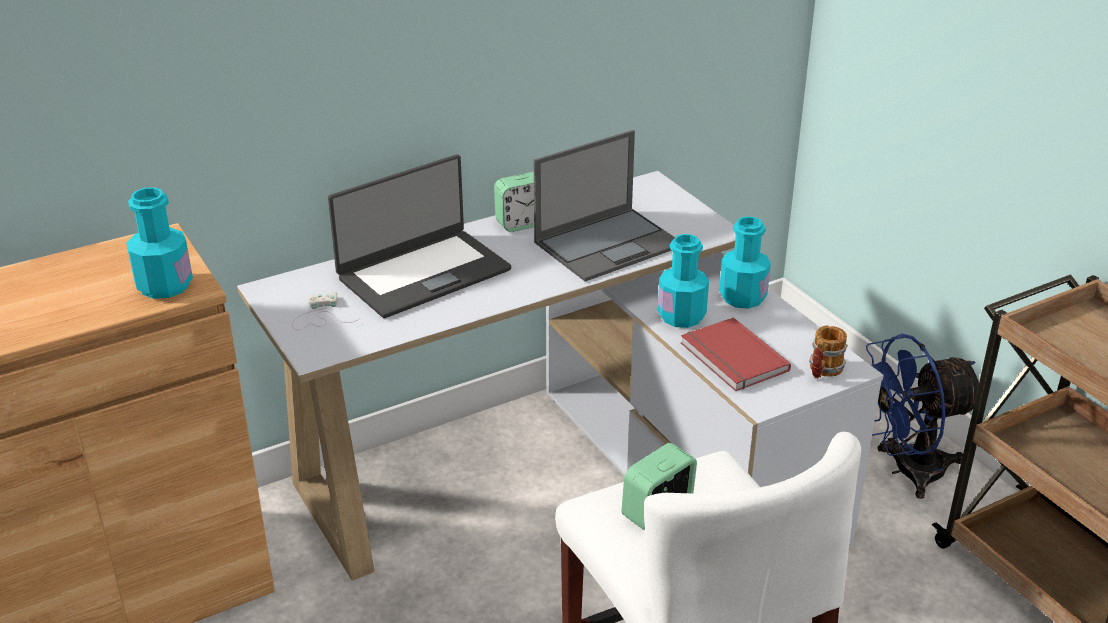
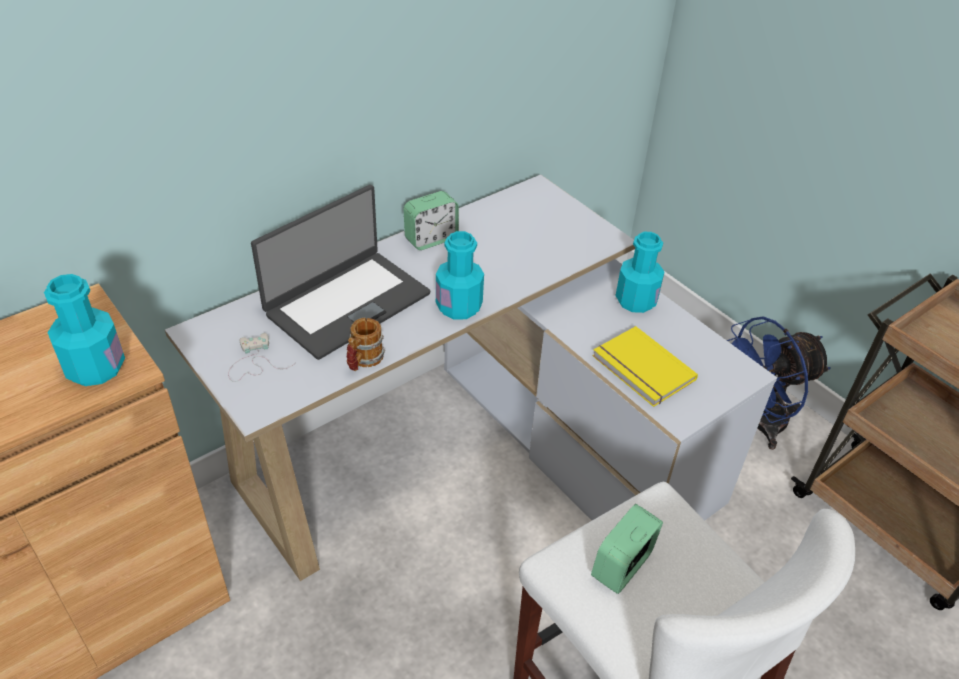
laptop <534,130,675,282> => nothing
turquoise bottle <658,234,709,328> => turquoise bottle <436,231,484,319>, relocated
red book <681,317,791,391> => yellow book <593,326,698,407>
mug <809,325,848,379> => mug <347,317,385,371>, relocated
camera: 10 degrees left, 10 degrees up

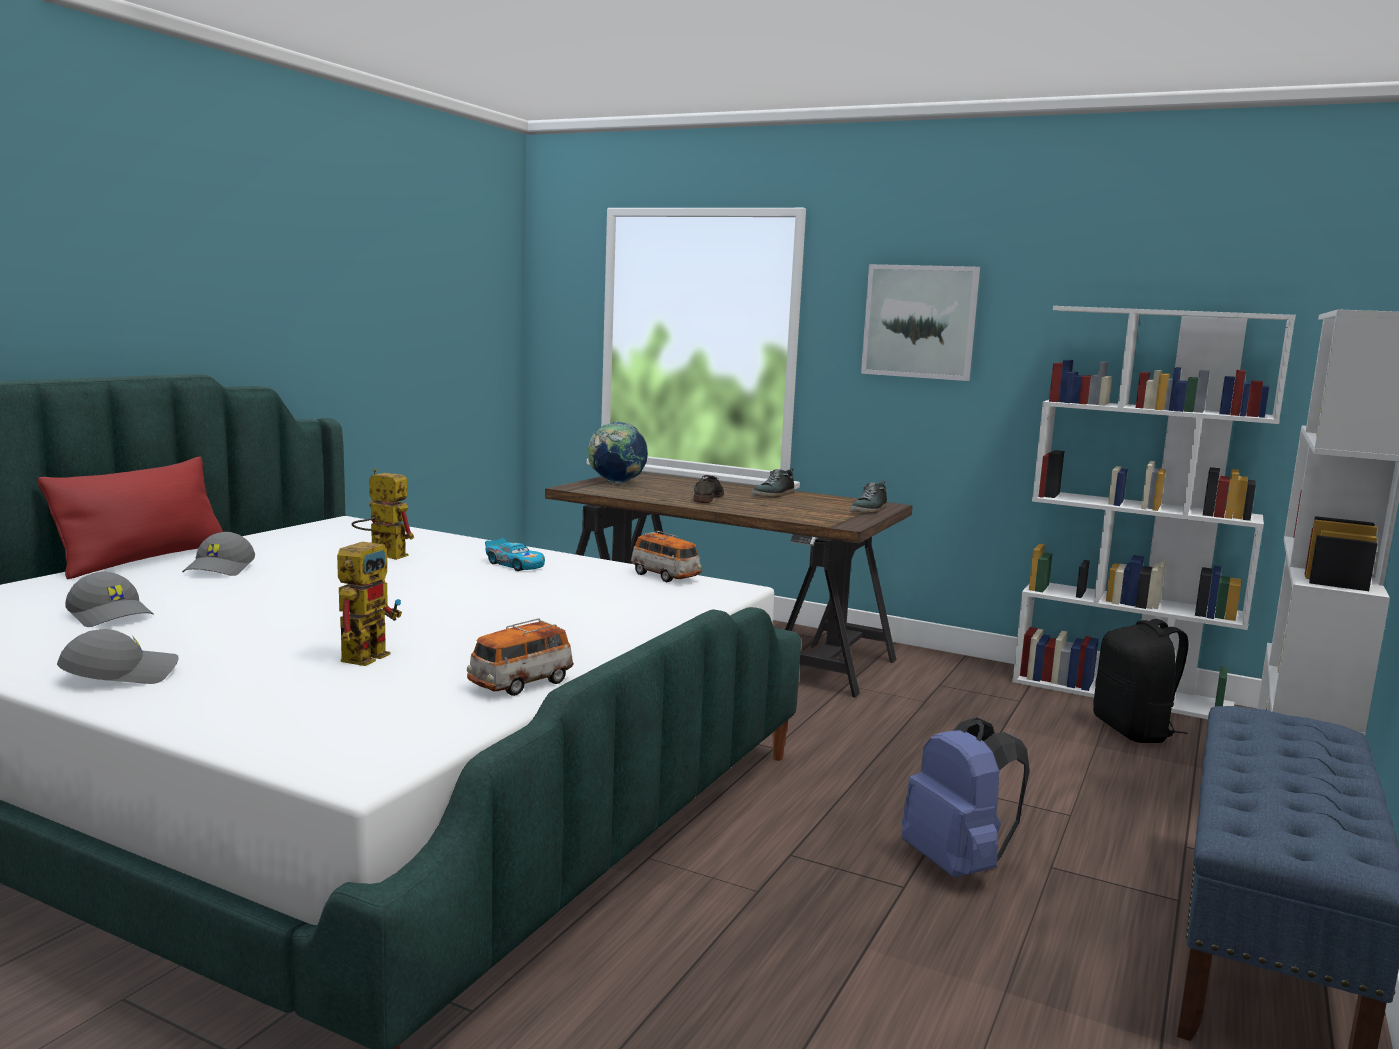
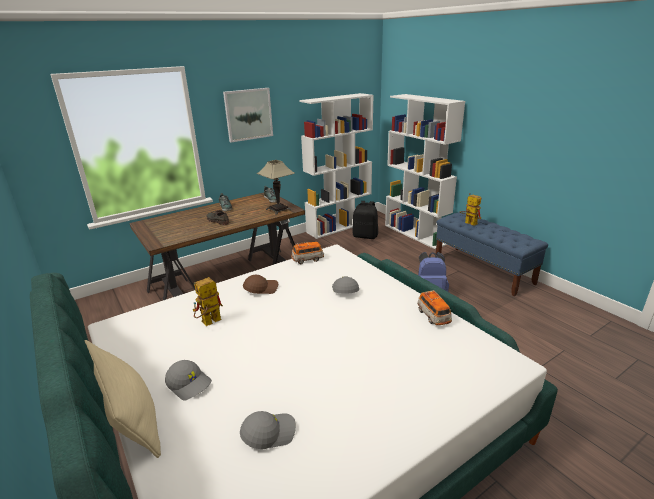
globe <588,421,648,484> => nothing
red pillow <37,457,223,579> => beige pillow <84,340,161,458>
toy robot <337,535,402,666> => toy robot <460,193,481,226>, relocated
toy car <485,538,545,571> => brown cap <243,275,278,294>
grey cap <57,629,179,684> => grey cap <332,277,359,294>, relocated
nothing => table lamp <257,160,295,215>
camera: 60 degrees left, 15 degrees up

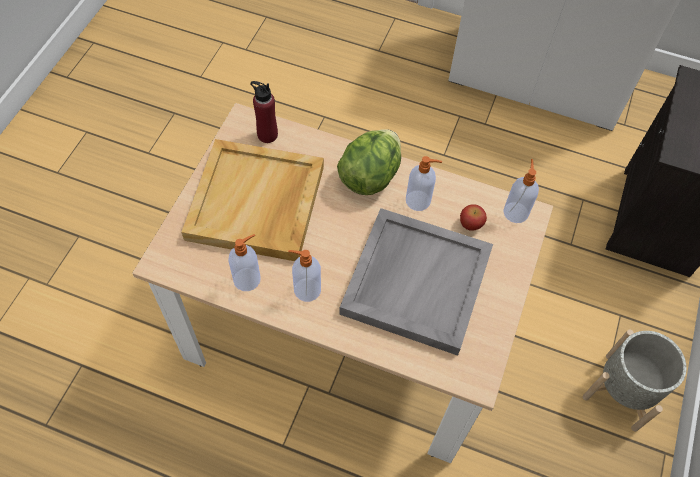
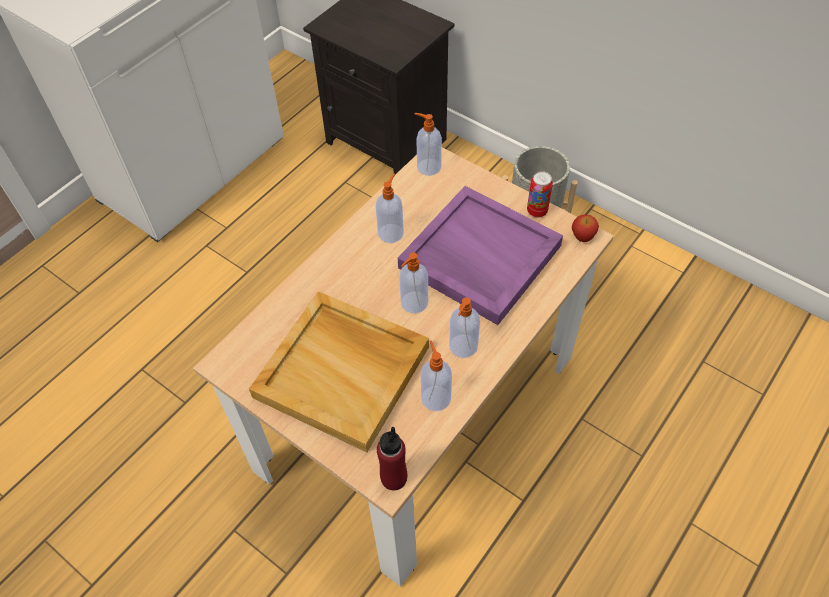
red bottle <250,81,278,143> => red bottle <377,427,407,490>, relocated
lettuce <337,129,401,195> => nothing
apple <460,204,487,231> => apple <572,215,599,242>, relocated
grey tray <339,208,493,356> => purple tray <398,186,563,325>
nothing => can <527,171,553,218>
nothing => soap dispenser <399,252,428,314>
camera: 70 degrees left, 5 degrees down

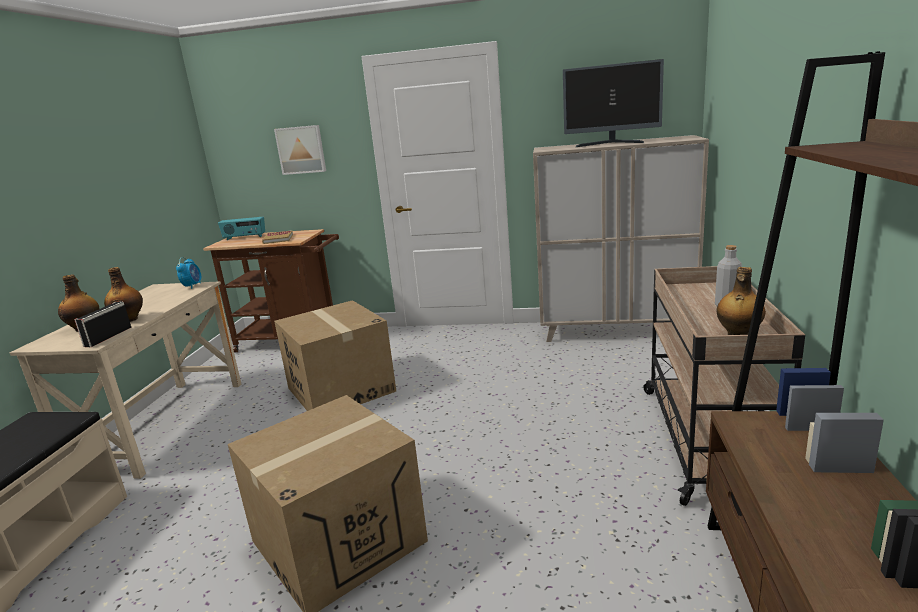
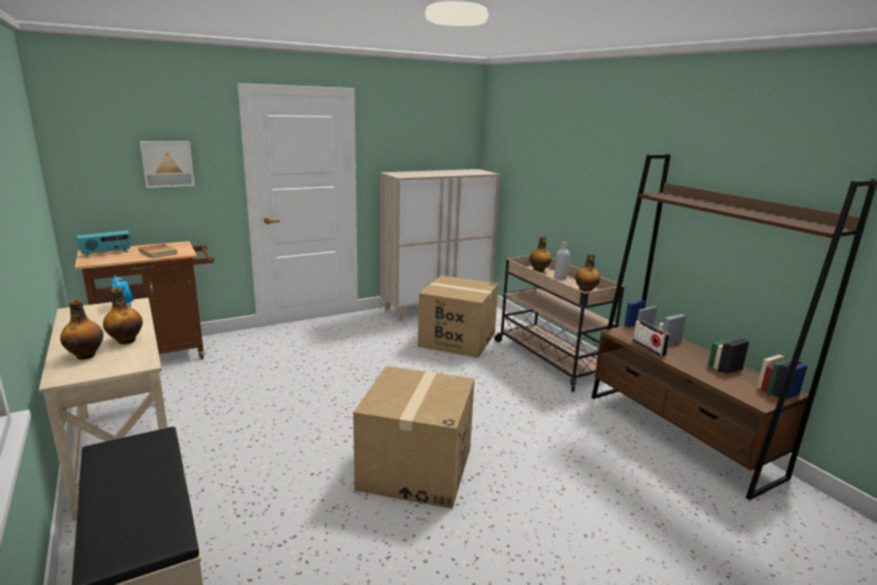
monitor <563,59,664,147> => nothing
cardboard box <274,300,396,411> => cardboard box <418,275,498,358>, relocated
radio <74,302,131,347> => radio <633,320,670,356>, relocated
nothing => bottle <529,236,552,272>
camera: 40 degrees left, 0 degrees up

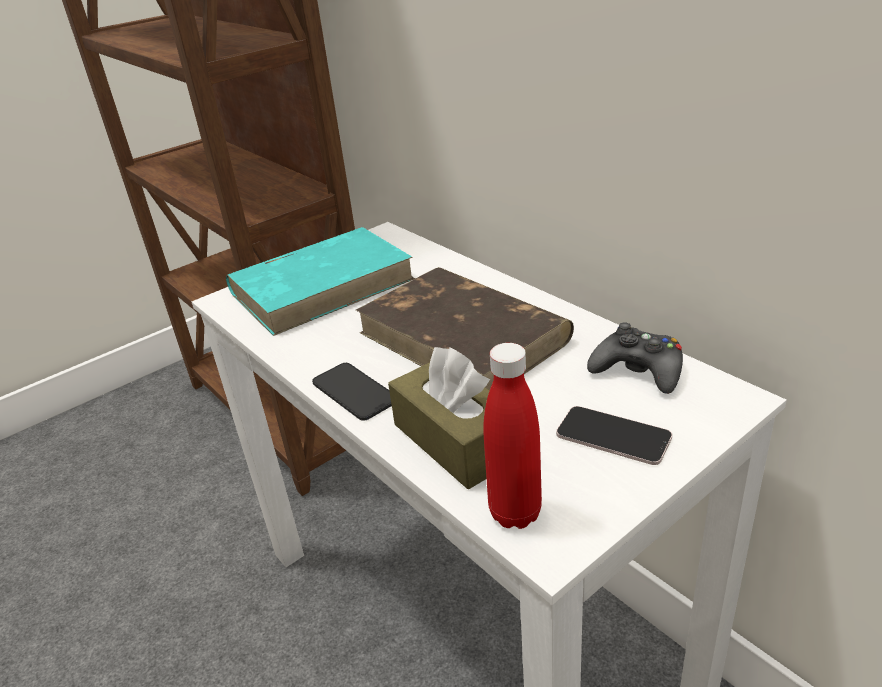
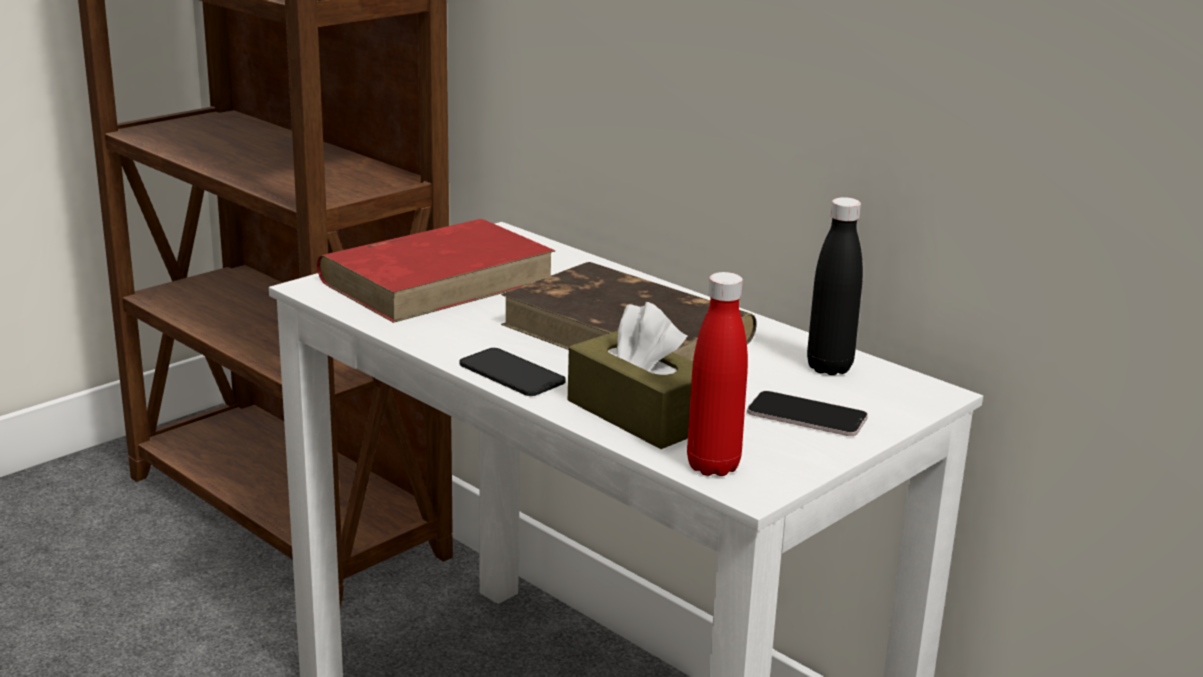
turquoise book <226,227,415,336> => red book <317,219,555,323>
black game controller <587,323,683,394> => black bottle <807,197,863,375>
camera: 10 degrees left, 10 degrees down

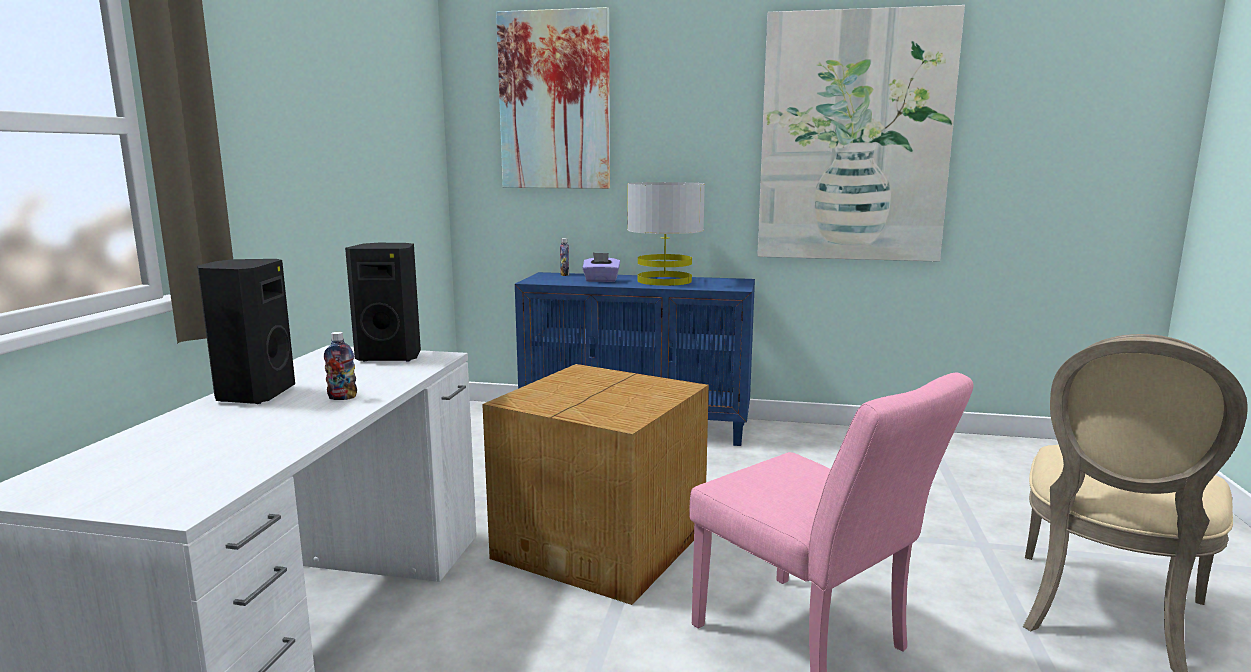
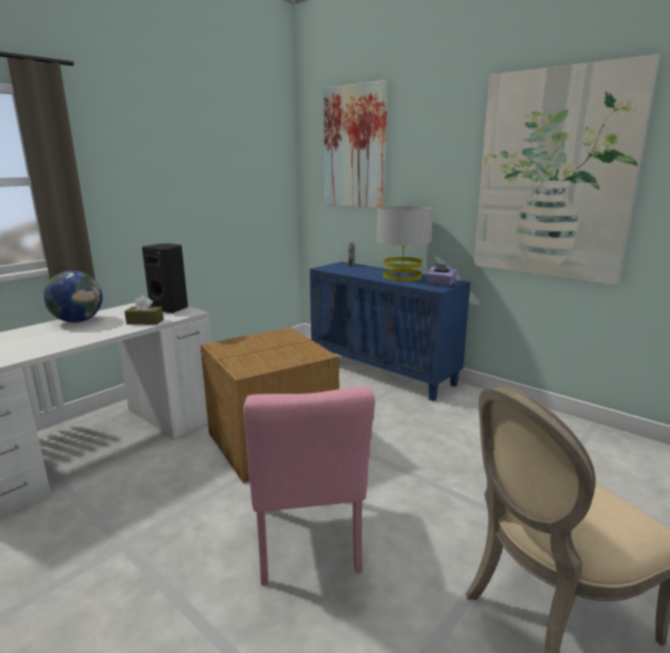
purple tissue box <582,253,620,282> => purple tissue box <426,263,458,286>, relocated
black speaker <197,259,295,404> => globe <44,271,103,323>
bottle <324,332,357,400> => nothing
nothing => brown tissue box <124,296,164,325>
camera: 30 degrees right, 5 degrees up

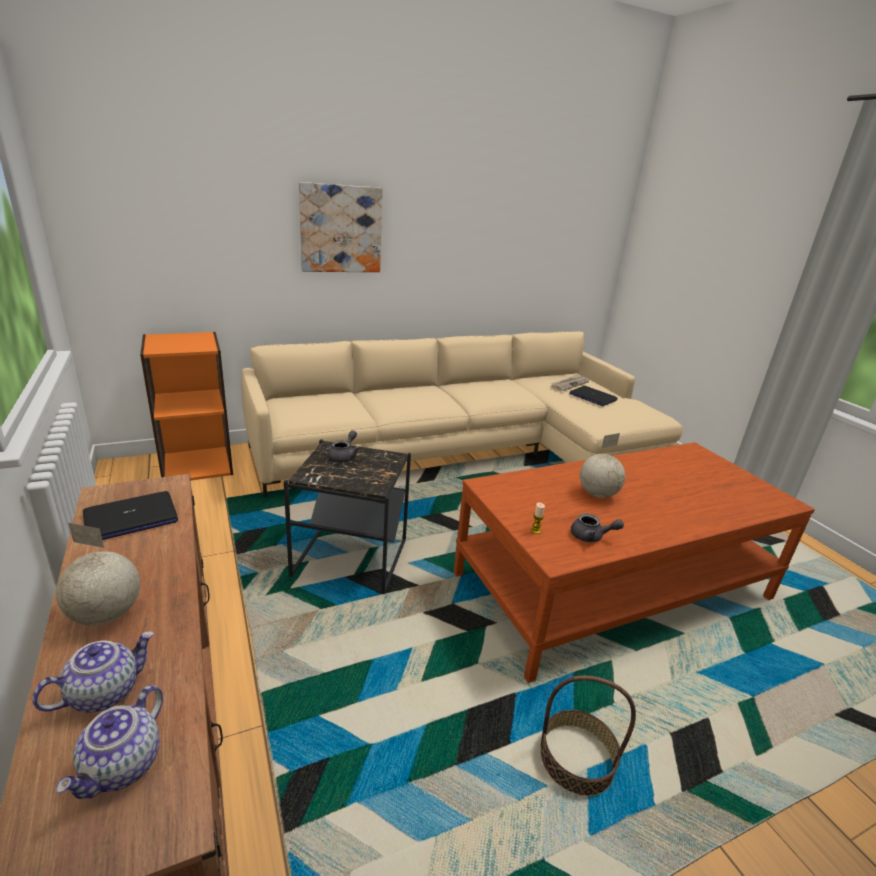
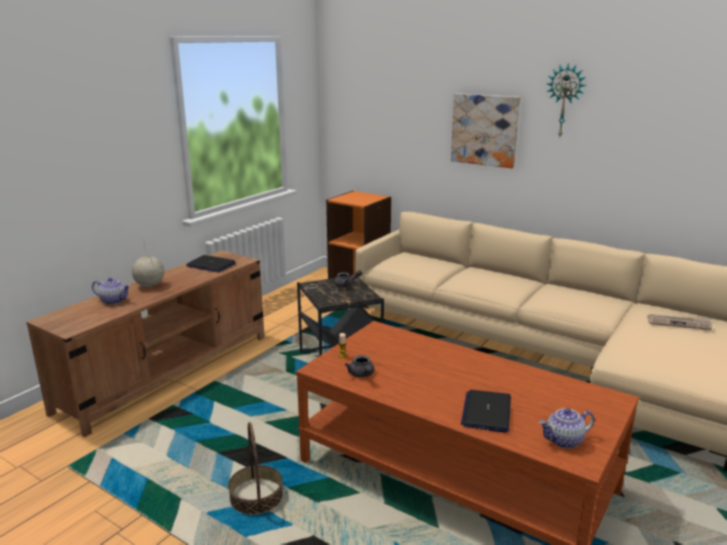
laptop <569,386,617,406> => laptop <461,390,511,432>, relocated
globe <580,433,625,498> => nothing
teapot <56,685,163,799> => teapot <539,408,594,448>, relocated
nothing => wall clock <546,63,587,136>
camera: 60 degrees right, 5 degrees down

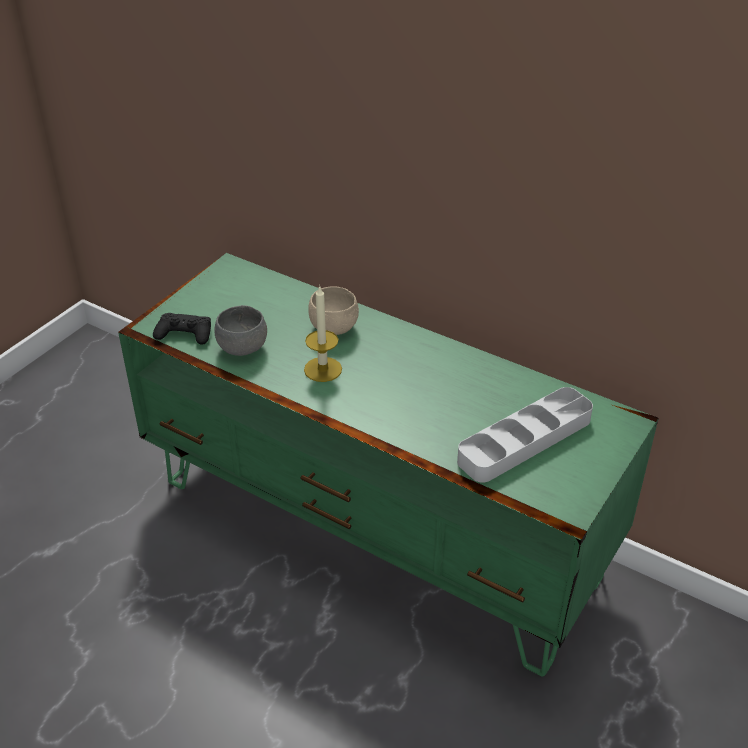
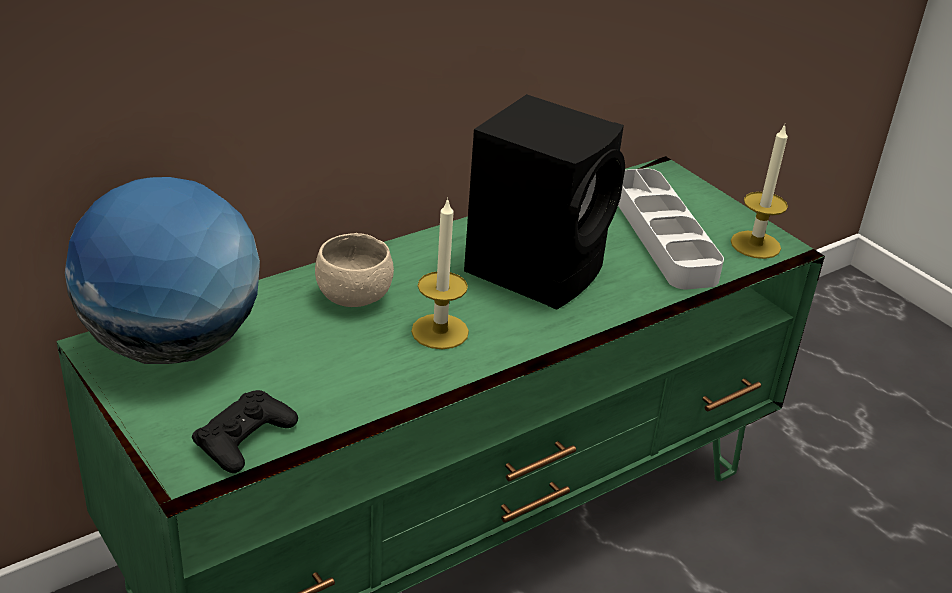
grey bowl <214,305,267,356> => nothing
nothing => black speaker <464,94,625,310>
nothing => candle <731,124,788,259>
nothing => globe <65,177,260,364>
camera: 70 degrees left, 5 degrees down

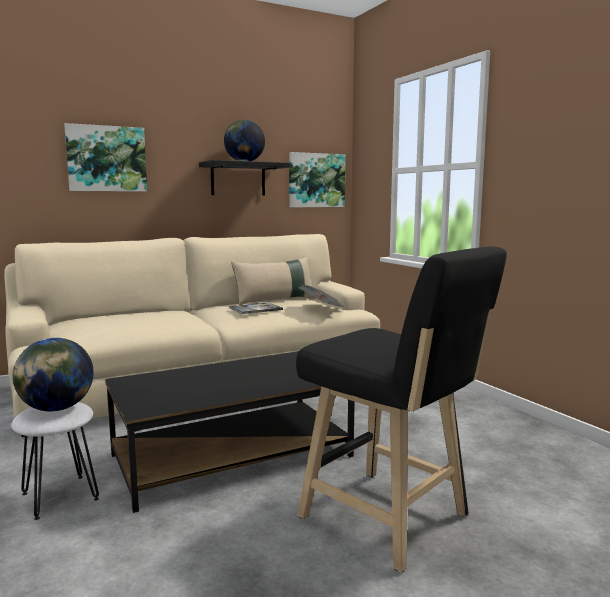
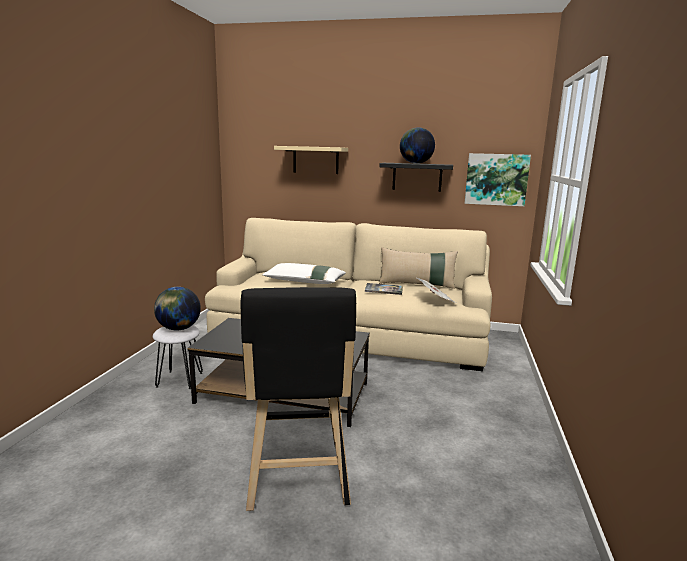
picture <64,123,147,192> => beige shelf <274,146,348,174>
nothing => white pillow <262,263,346,284>
camera: 40 degrees right, 5 degrees up

